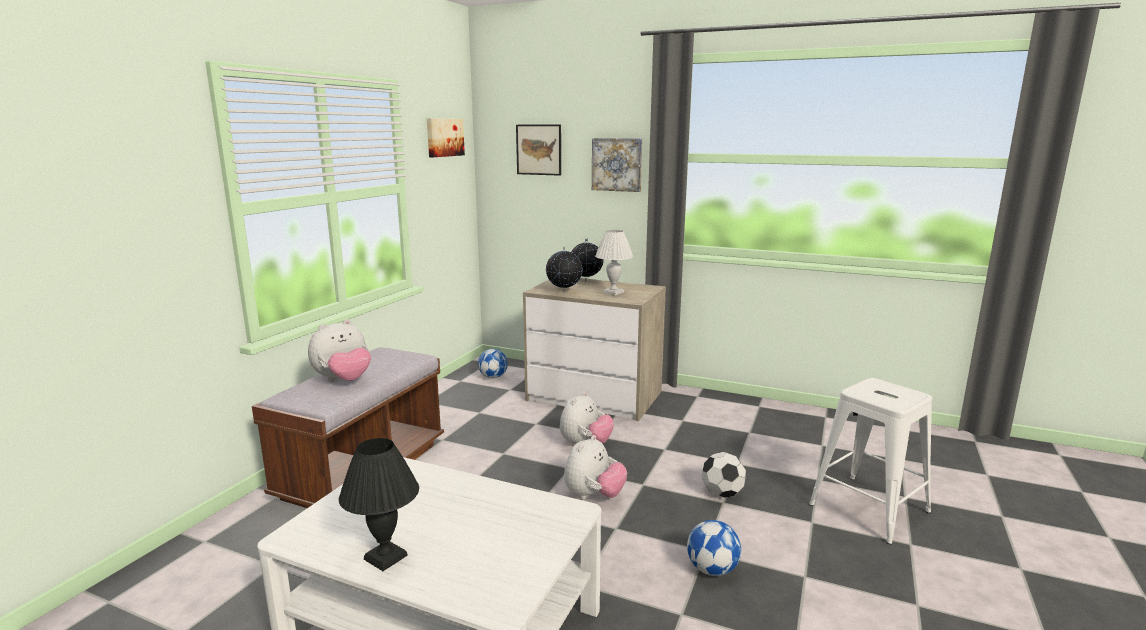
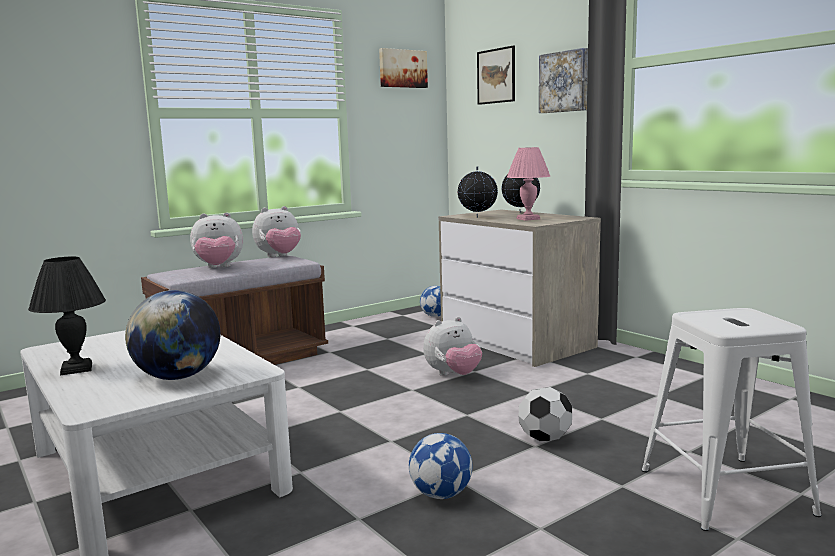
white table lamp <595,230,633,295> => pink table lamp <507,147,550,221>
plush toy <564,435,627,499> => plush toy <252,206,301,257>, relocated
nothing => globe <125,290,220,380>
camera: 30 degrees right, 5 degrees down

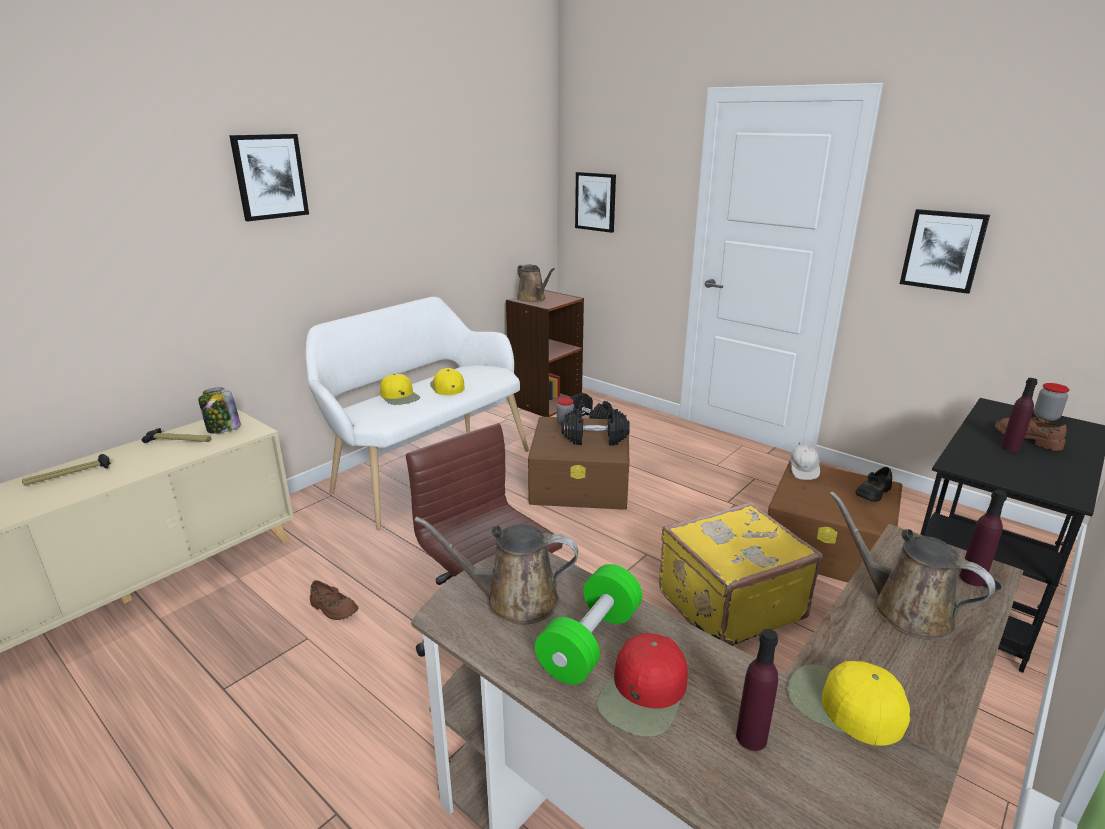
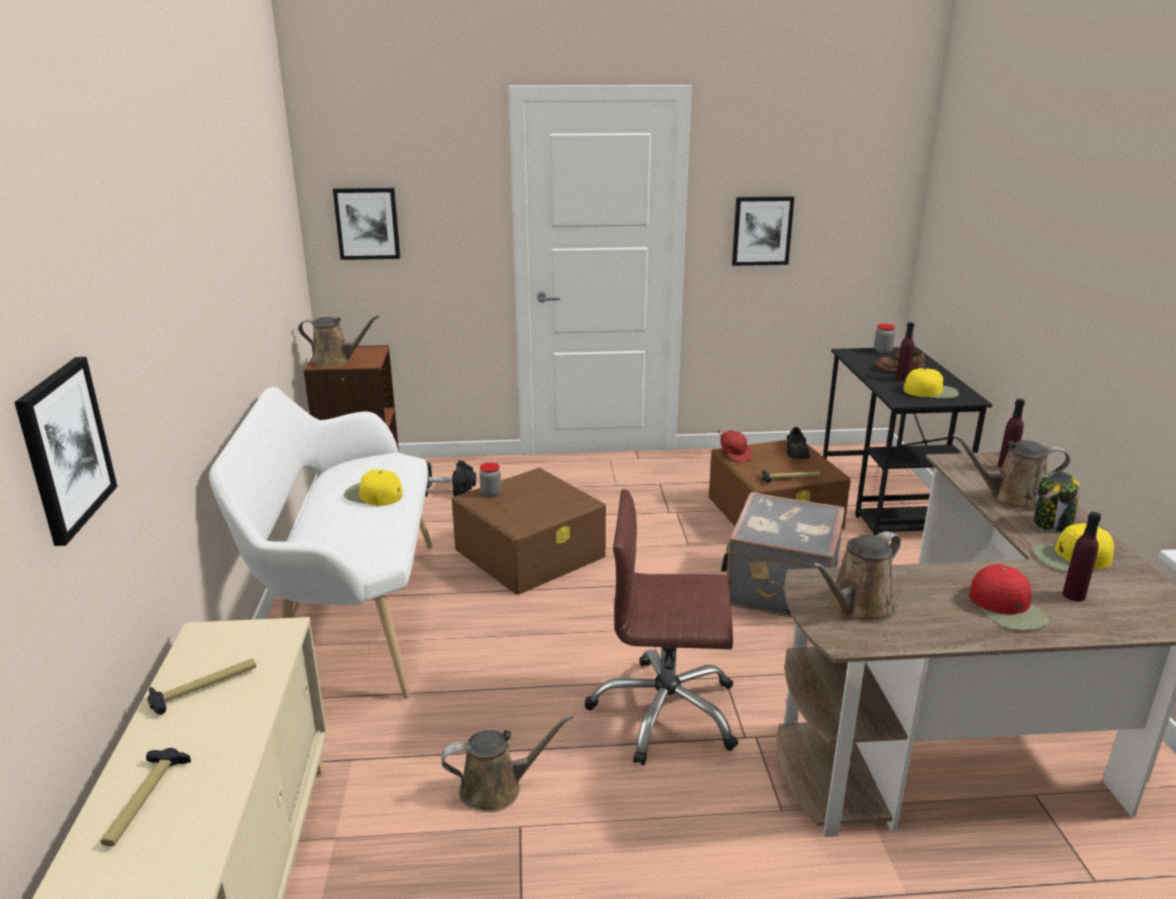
picture <229,134,309,221> => picture <14,357,117,546>, relocated
yellow cap <380,374,420,405> => yellow cap <904,368,959,399>, relocated
jar <198,387,241,434> => jar <1034,471,1080,532>, relocated
black dumbbell <561,409,630,445> => nothing
white cap <790,442,820,480> => red cap <717,430,754,462>
yellow suitcase <659,502,823,646> => grey suitcase <721,492,845,617>
green dumbbell <535,564,642,685> => nothing
brown shoe <310,580,358,620> => brown watering can <441,715,573,812>
nothing => hammer <761,470,820,483>
camera: 45 degrees left, 0 degrees up

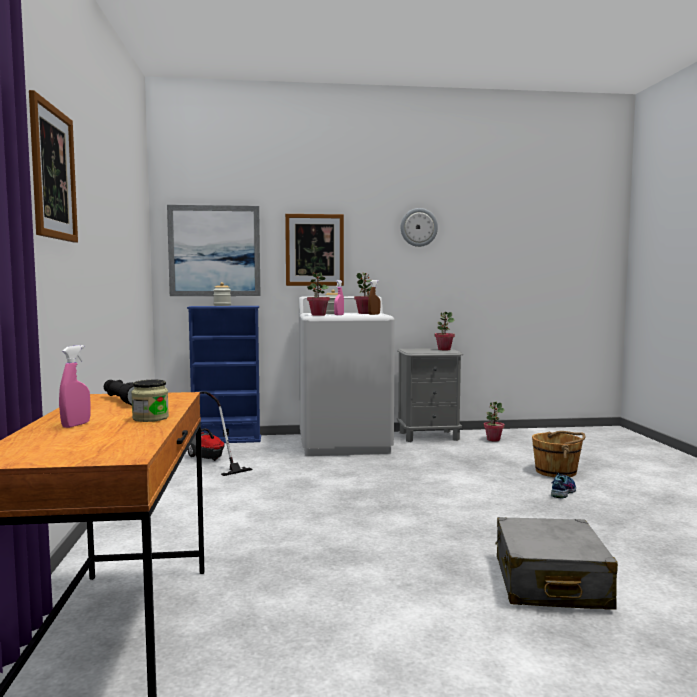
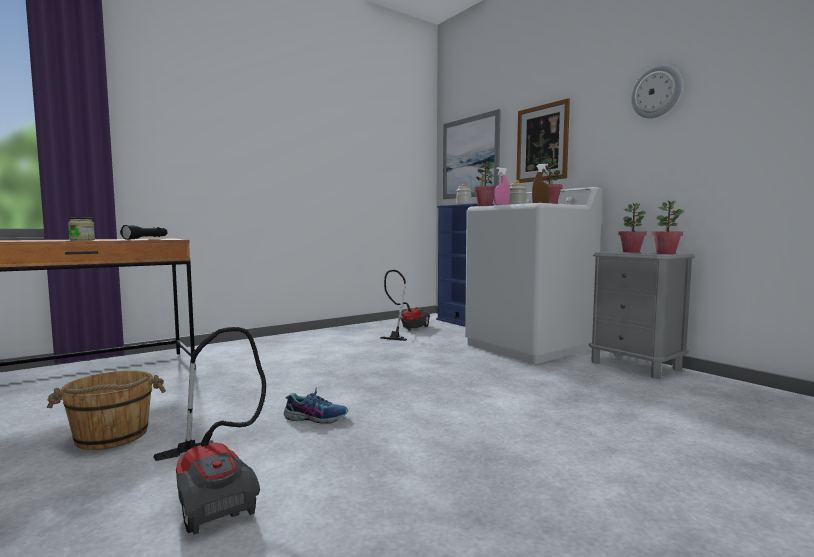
picture <29,90,78,243> => nothing
pink spray bottle <59,345,91,428> => nothing
potted plant <484,401,504,442> => potted plant <618,203,647,252>, relocated
brown bucket <532,431,586,477> => brown bucket <47,371,166,450>, relocated
shoe <551,471,576,499> => shoe <284,389,348,424>, relocated
grey suitcase <495,517,618,609> => vacuum cleaner <154,327,266,535>
camera: 60 degrees right, 0 degrees up

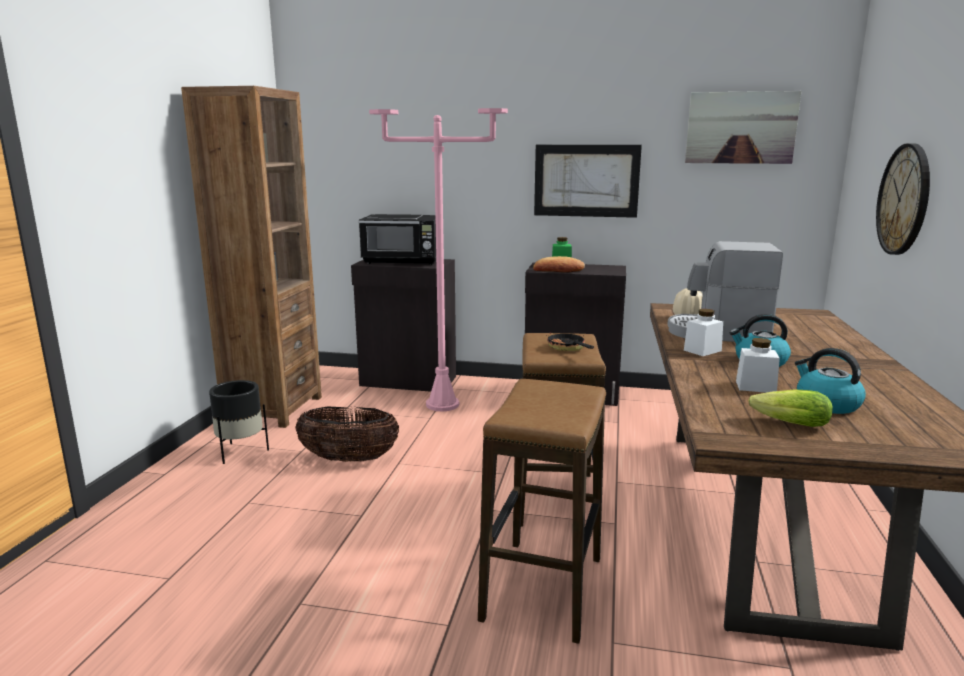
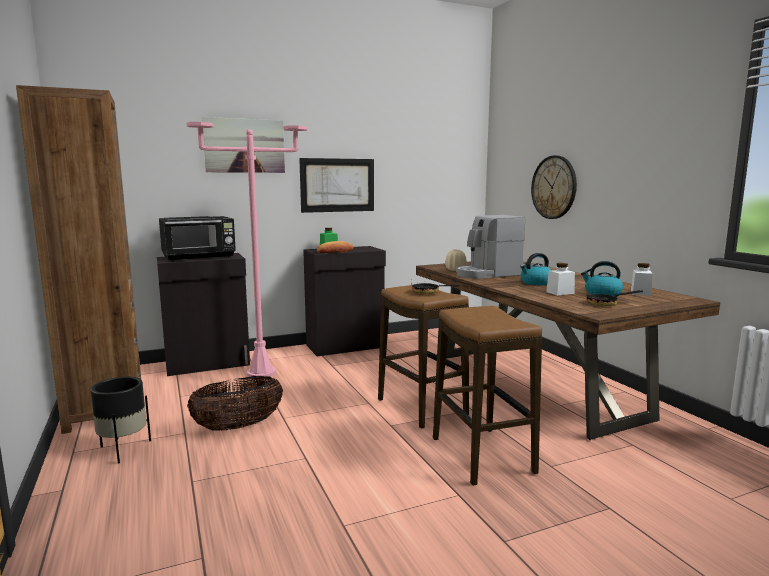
picture <685,91,801,164> => picture <202,117,285,173>, relocated
white jar <684,309,723,356> => white jar <631,263,653,296>, relocated
lettuce <748,389,833,427> => frying pan <586,290,643,306>
camera: 35 degrees left, 5 degrees down

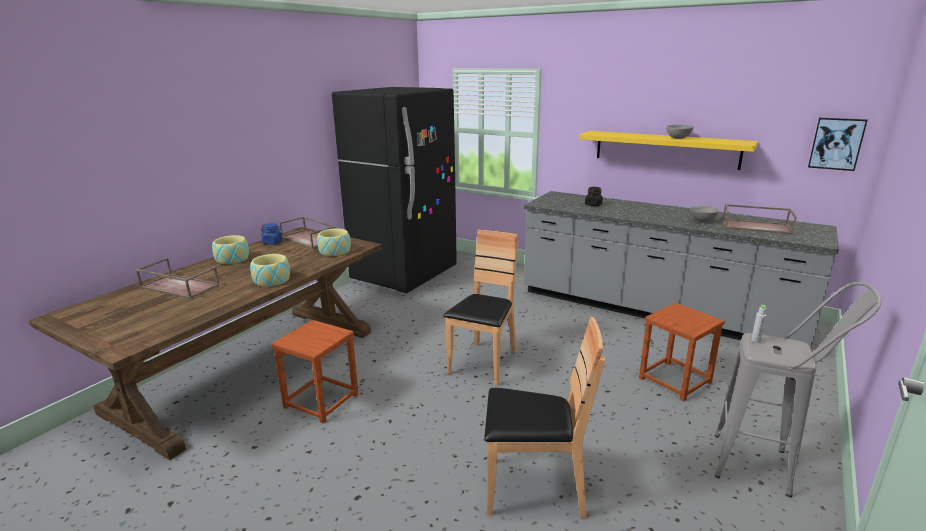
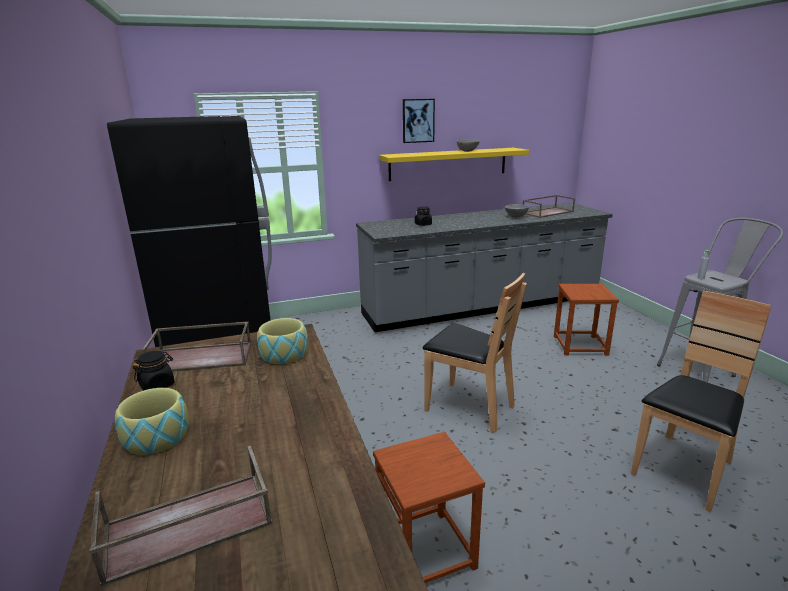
picture <808,118,867,171> => picture <403,99,435,143>, relocated
blue jar <261,223,283,245> => black jar <133,351,175,390>
brown chair <443,229,518,386> => brown chair <423,273,527,433>, 150 degrees clockwise
bowl <250,254,290,287> => nothing
camera: 50 degrees left, 0 degrees up

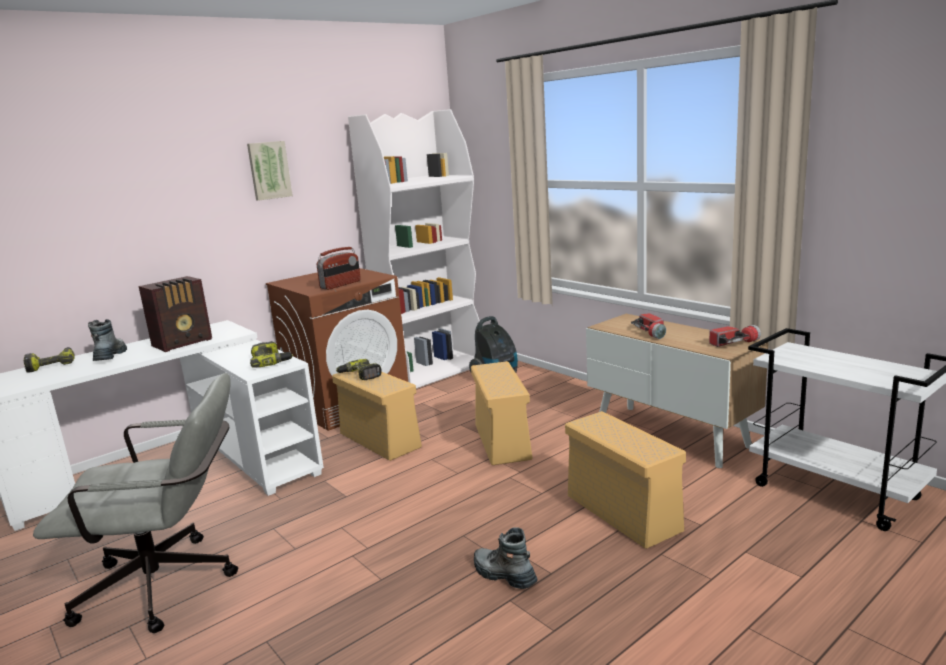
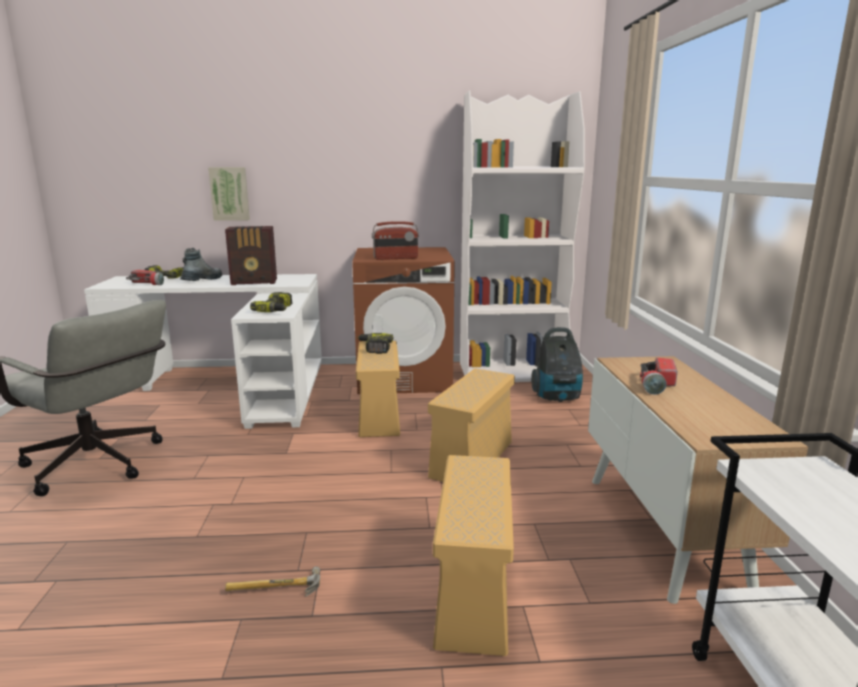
picture <247,141,293,201> => picture <208,167,250,221>, relocated
flashlight <709,325,761,347> => flashlight <126,270,164,285>, relocated
boot <474,527,537,589> => hammer <225,566,320,597>
camera: 35 degrees right, 0 degrees up

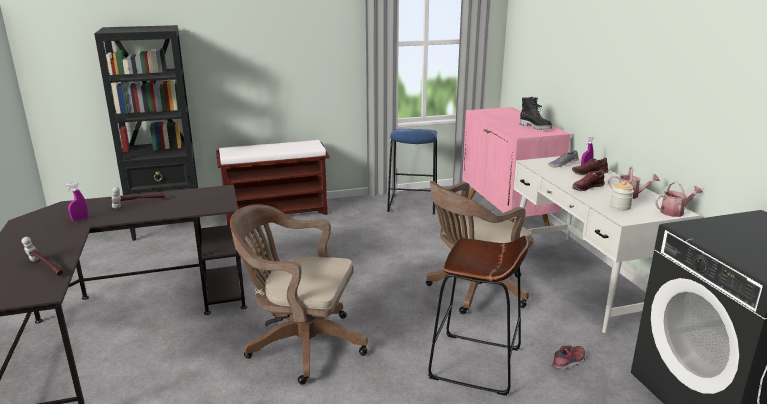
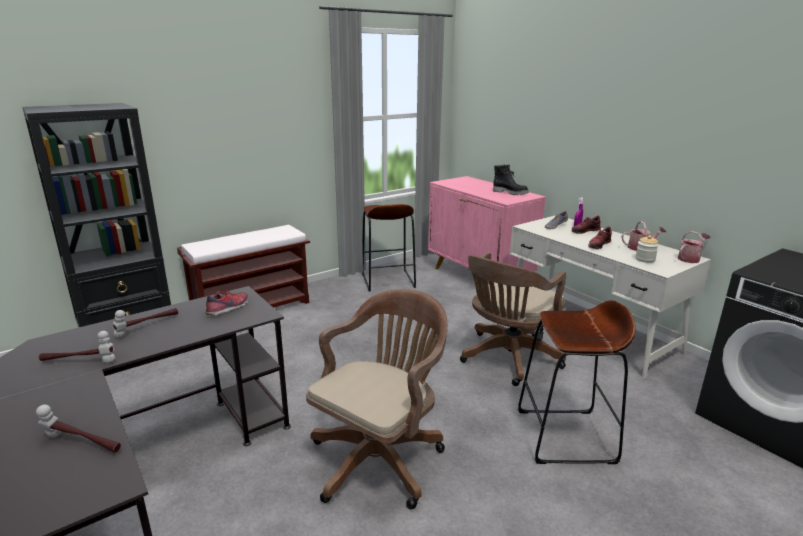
blue stool <387,129,437,214> => brown stool <362,204,416,292>
purple spray bottle <65,182,88,221> => hammer <39,331,115,363>
brown office chair <230,205,368,385> => brown office chair <306,289,448,510>, 135 degrees clockwise
shoe <552,345,585,370> => shoe <206,290,248,315>, relocated
camera: 20 degrees left, 0 degrees up

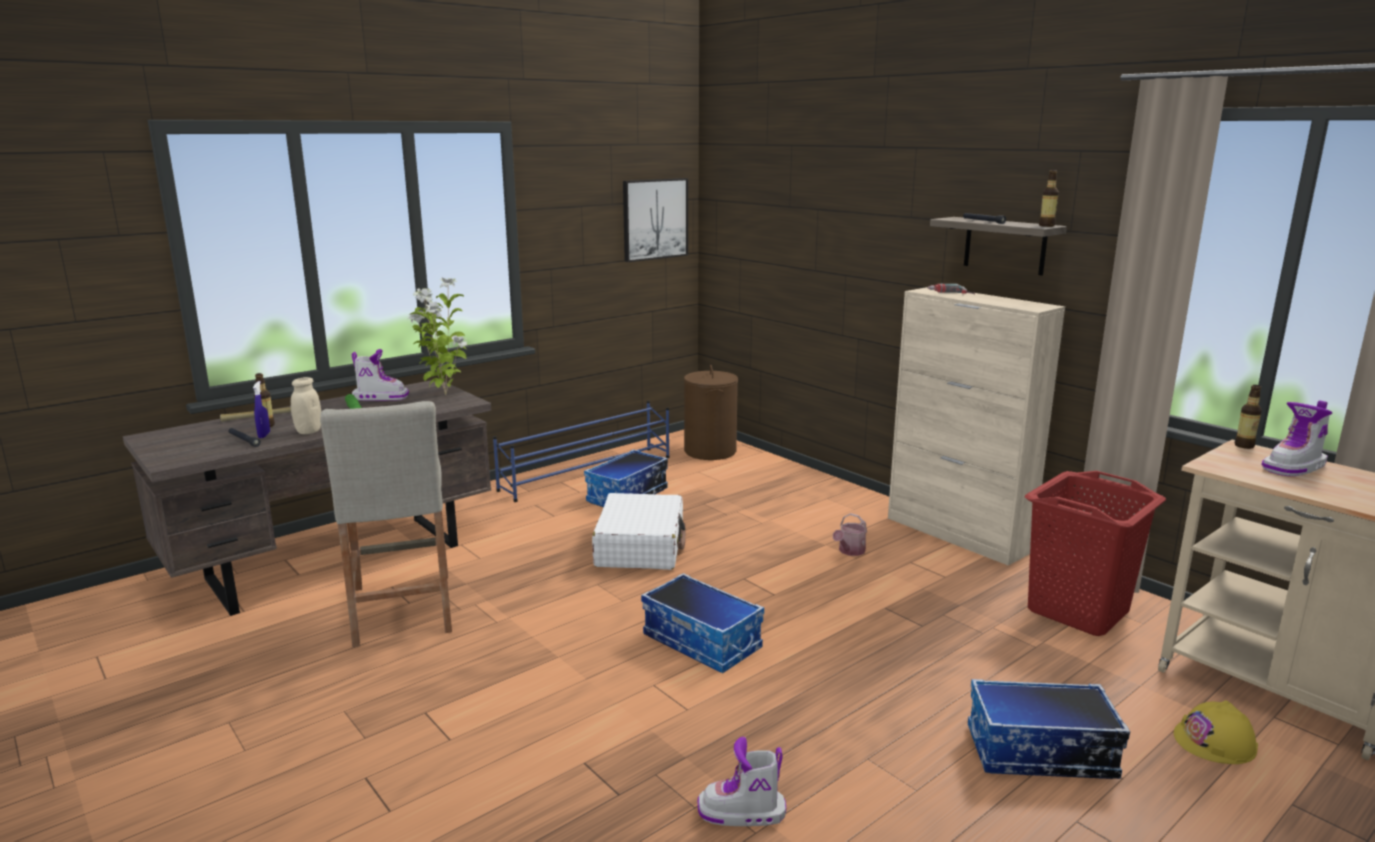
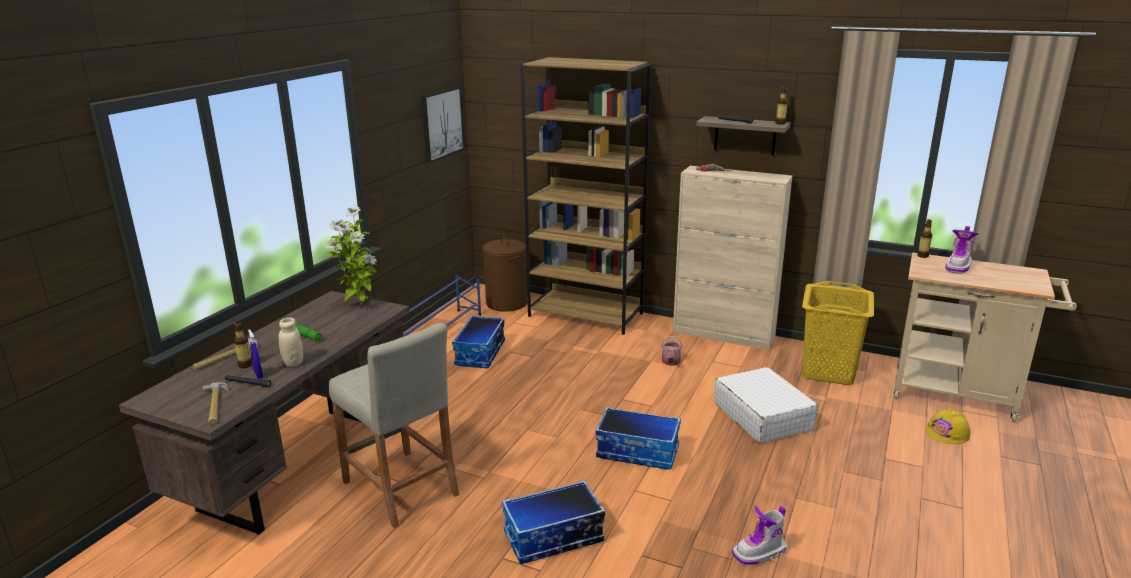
boot <352,349,409,401> => nothing
red laundry basket <1025,471,1166,636> => yellow laundry basket <802,281,874,385>
white suitcase <592,493,685,570> => white suitcase <714,367,818,443>, relocated
storage box <968,679,1130,779> => storage box <502,480,605,564>, relocated
nothing => brown bookcase <520,57,651,335>
nothing => hammer <202,382,229,425>
camera: 25 degrees left, 5 degrees up

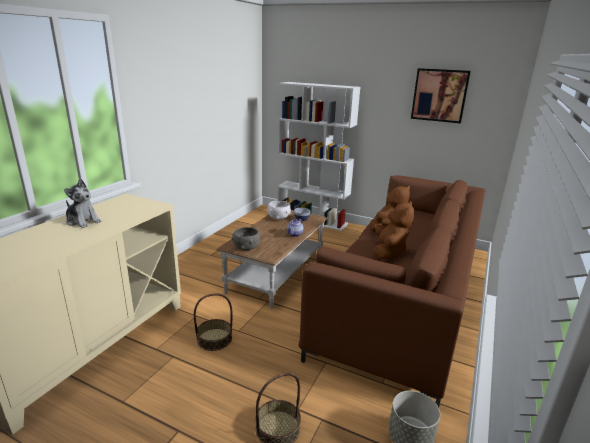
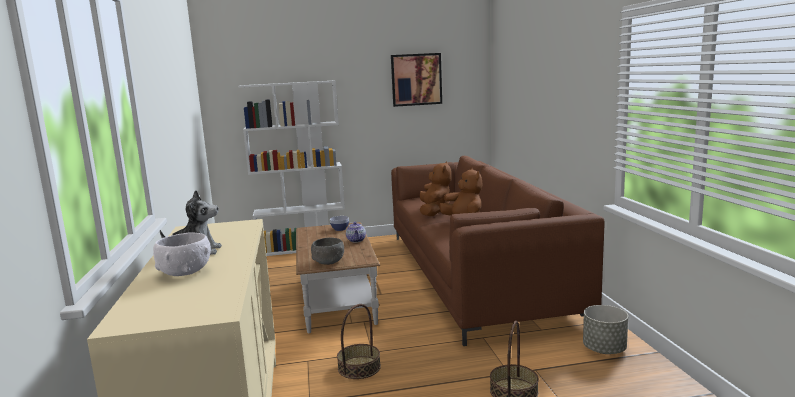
white bowl <267,201,291,220> => white bowl <153,233,211,276>, relocated
camera: 35 degrees left, 10 degrees down

